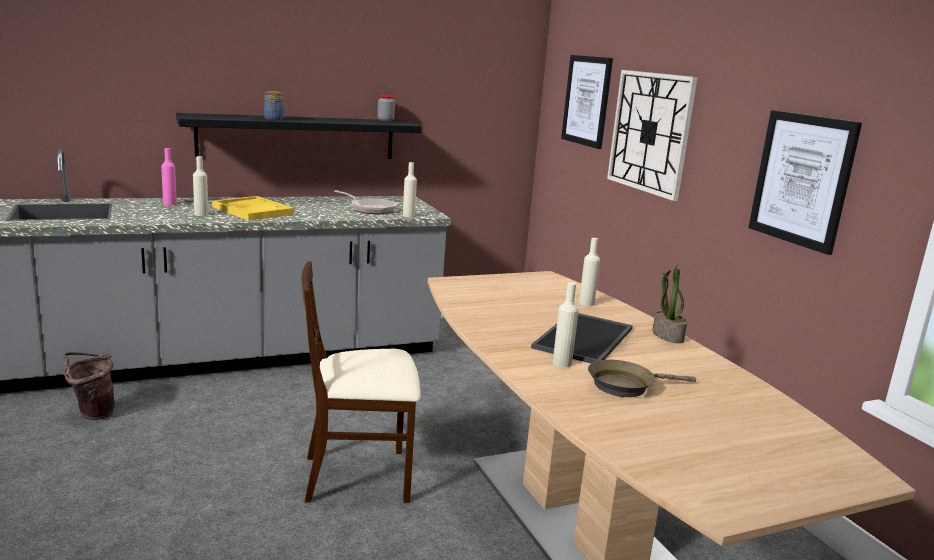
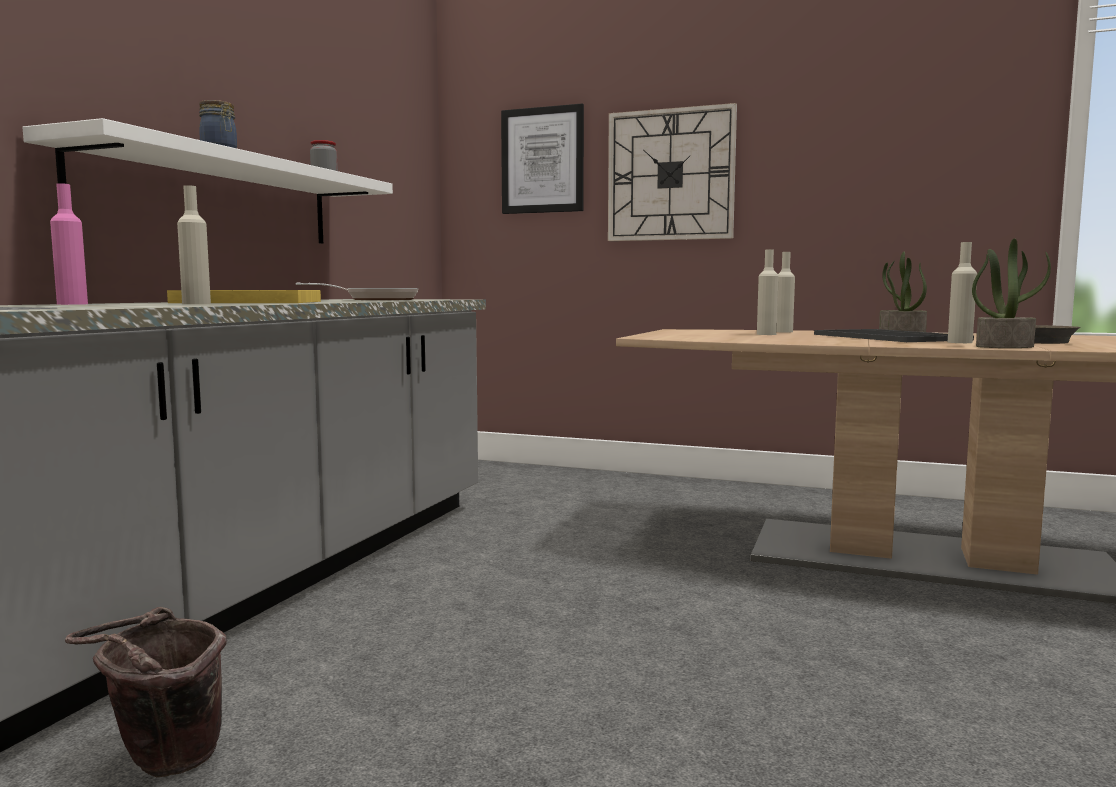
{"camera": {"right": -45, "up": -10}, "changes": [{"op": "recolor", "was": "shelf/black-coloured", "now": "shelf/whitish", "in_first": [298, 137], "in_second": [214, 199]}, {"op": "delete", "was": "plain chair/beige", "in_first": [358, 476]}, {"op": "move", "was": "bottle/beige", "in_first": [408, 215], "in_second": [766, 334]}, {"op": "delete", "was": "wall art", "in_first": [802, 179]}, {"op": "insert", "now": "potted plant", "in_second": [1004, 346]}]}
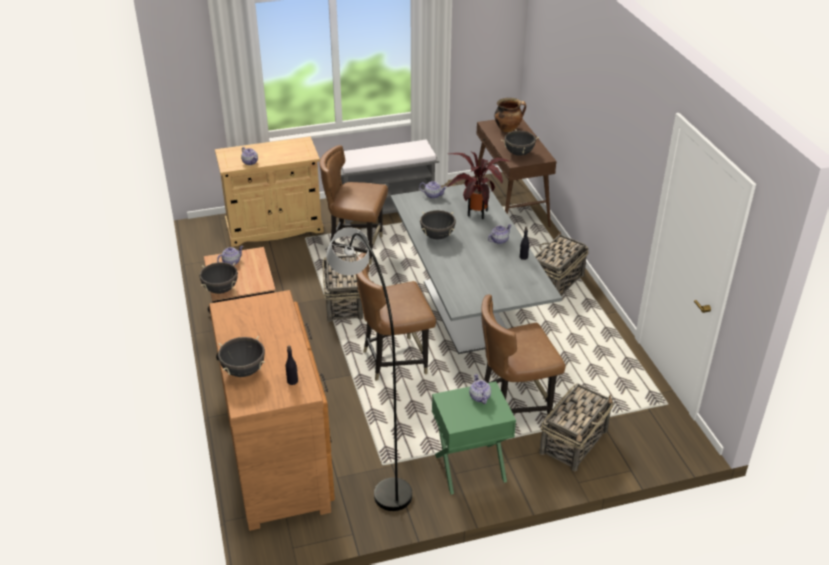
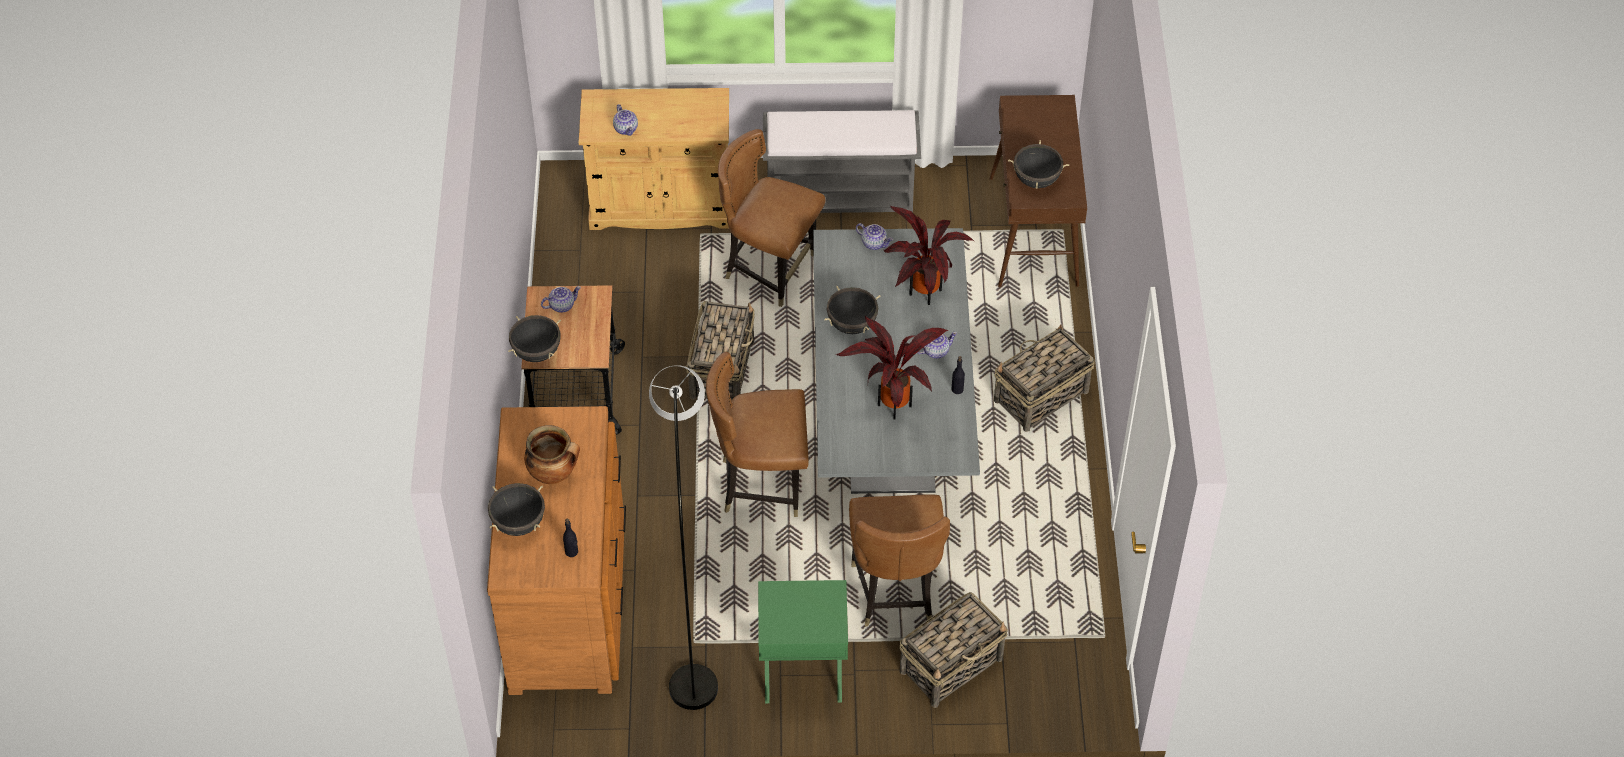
{"camera": {"right": 15, "up": 15}, "changes": [{"op": "delete", "was": "tea pot", "in_first": [479, 397]}, {"op": "rotate", "was": "plain chair/brownish", "in_first": [513, 405], "in_second": [895, 592], "clockwise": -90}, {"op": "move", "was": "cooking pot", "in_first": [508, 129], "in_second": [554, 474]}, {"op": "insert", "now": "potted plant", "in_second": [893, 402]}]}
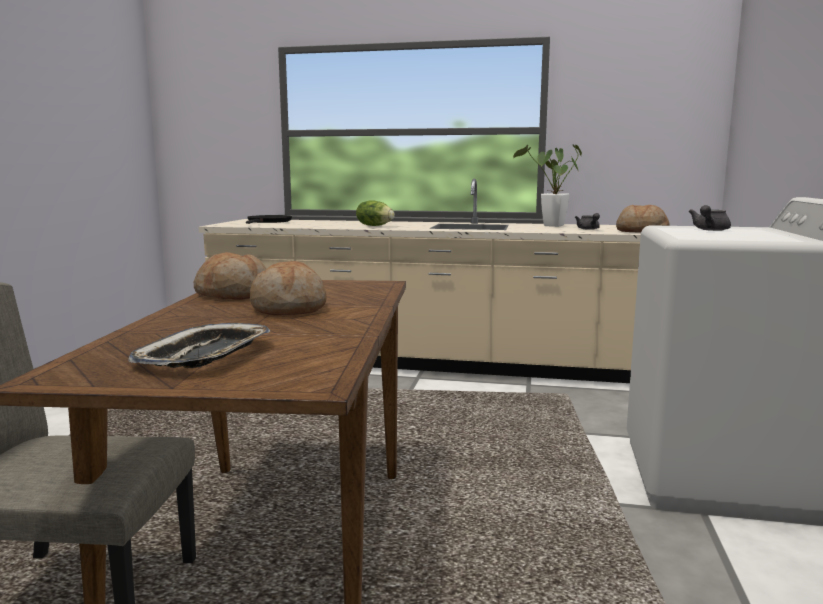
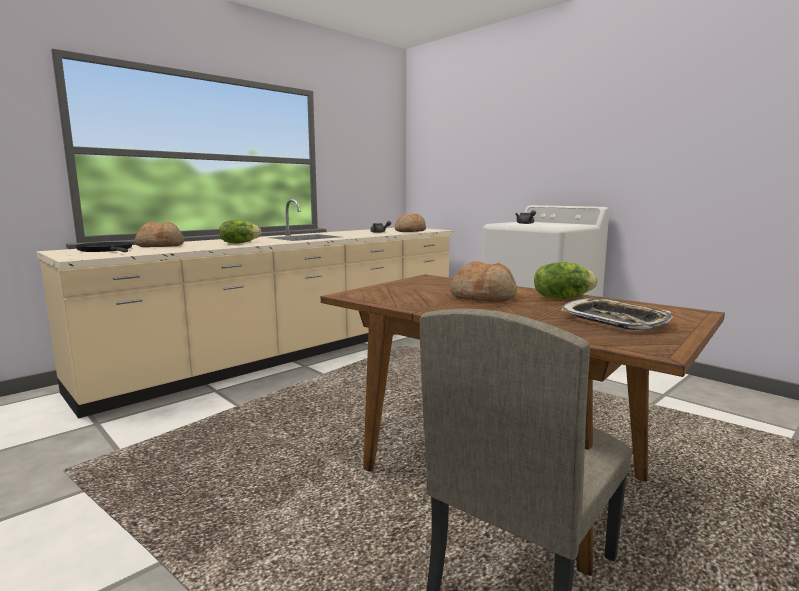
{"camera": {"right": -55, "up": 0}, "changes": [{"op": "move", "was": "bakery bread", "in_first": [234, 294], "in_second": [161, 245]}, {"op": "delete", "was": "potted plant", "in_first": [551, 226]}, {"op": "insert", "now": "lettuce", "in_second": [562, 298]}]}
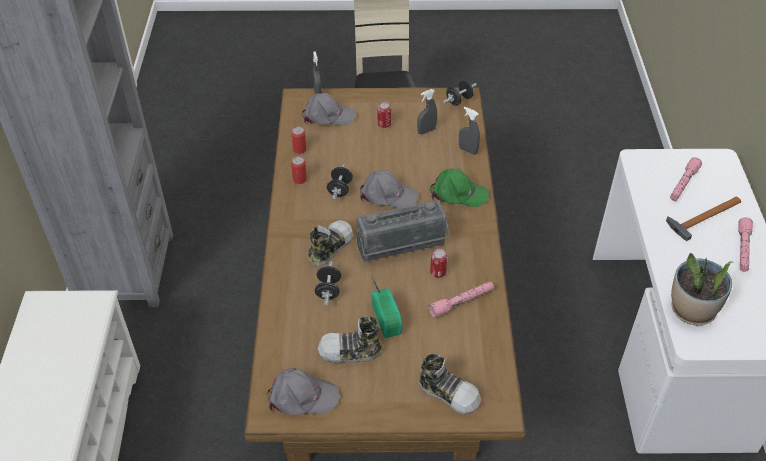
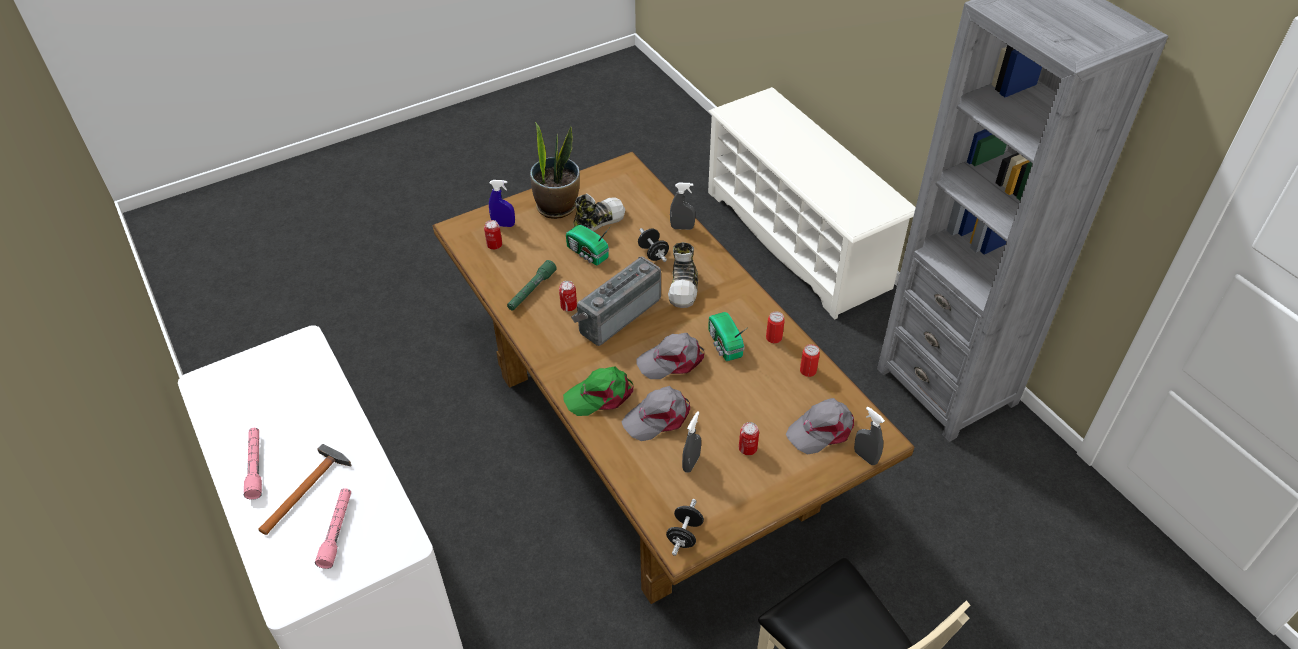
{"camera": {"right": 150, "up": 0}, "changes": [{"op": "move", "was": "peaked cap/grey", "in_first": [301, 397], "in_second": [658, 417]}, {"op": "replace", "was": "free weight/black-coloured", "now": "radio", "in_first": [340, 189], "in_second": [724, 345]}, {"op": "replace", "was": "item of footwear", "now": "sprayer/bluish", "in_first": [449, 392], "in_second": [503, 225]}, {"op": "recolor", "was": "torch/pinkish", "now": "torch/green", "in_first": [462, 302], "in_second": [531, 291]}, {"op": "move", "was": "sprayer/grey", "in_first": [468, 150], "in_second": [682, 227]}, {"op": "move", "was": "potted plant", "in_first": [691, 310], "in_second": [557, 206]}, {"op": "insert", "now": "can", "in_second": [494, 245]}]}
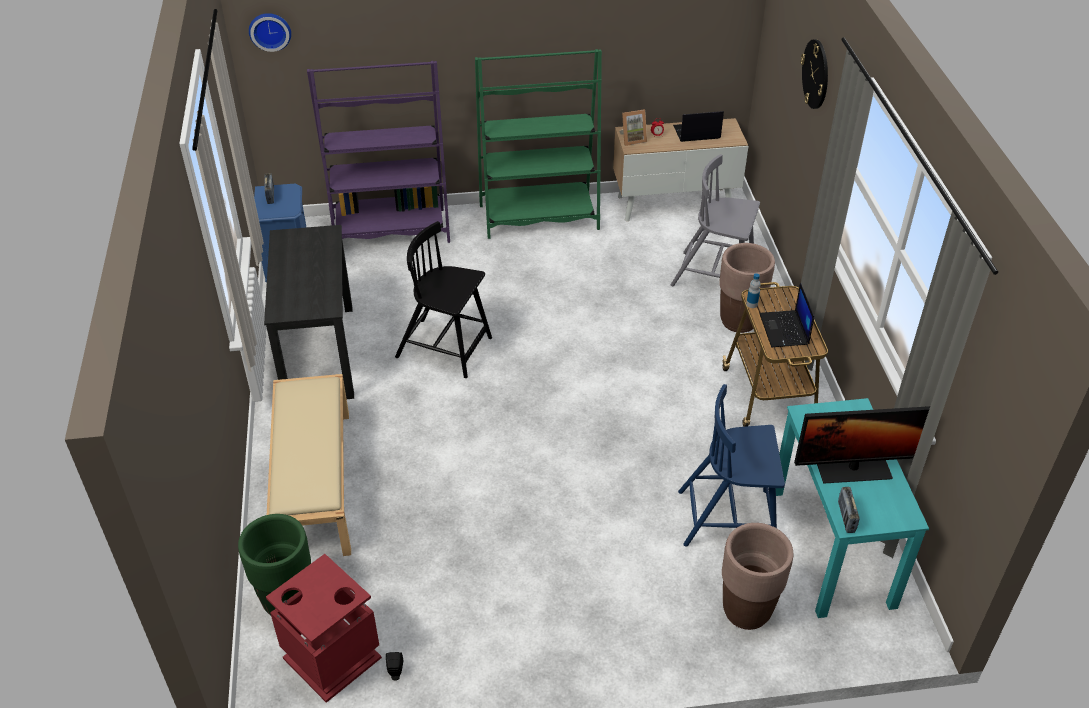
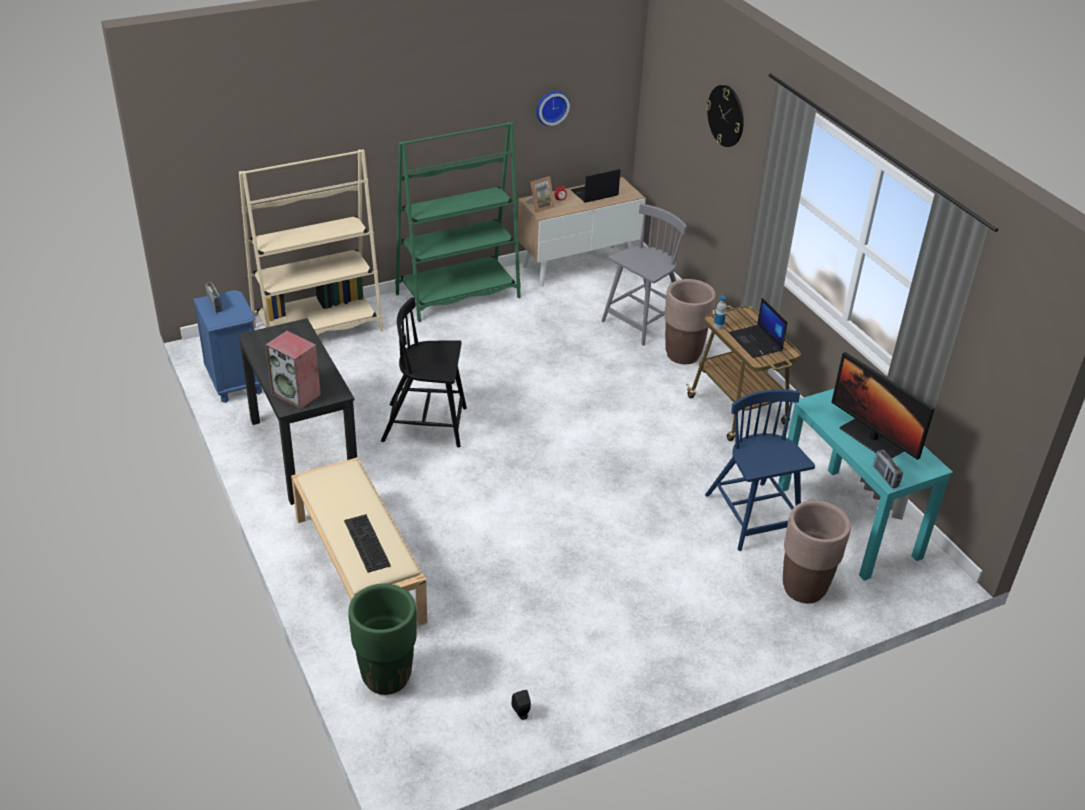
{"camera": {"right": -20, "up": -5}, "changes": [{"op": "move", "was": "wall clock", "in_first": [270, 30], "in_second": [551, 106]}, {"op": "delete", "was": "waste bin/reddish", "in_first": [331, 658]}, {"op": "recolor", "was": "bookcase/purple-coloured", "now": "bookcase/beige", "in_first": [390, 230], "in_second": [318, 329]}, {"op": "rotate", "was": "plain chair/grey", "in_first": [715, 276], "in_second": [643, 321], "clockwise": 135}, {"op": "rotate", "was": "plain chair/bluish", "in_first": [728, 518], "in_second": [752, 517], "clockwise": 90}, {"op": "rotate", "was": "computer screen", "in_first": [853, 469], "in_second": [872, 439], "clockwise": 75}, {"op": "insert", "now": "audio speaker", "in_second": [297, 394]}, {"op": "insert", "now": "computer keyboard", "in_second": [365, 542]}]}
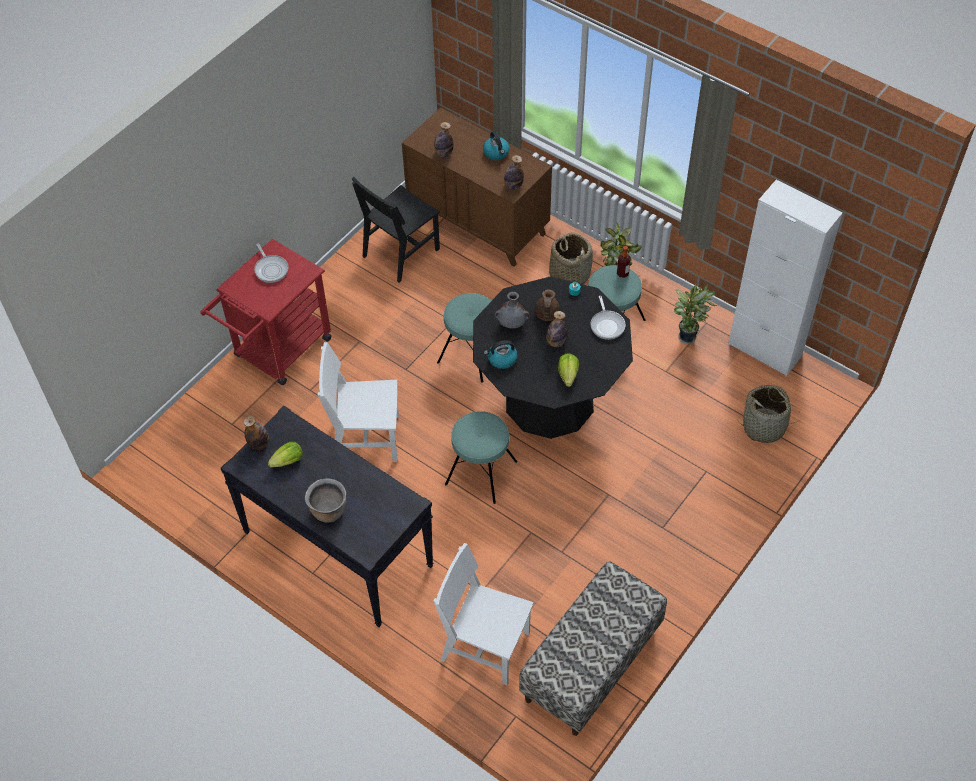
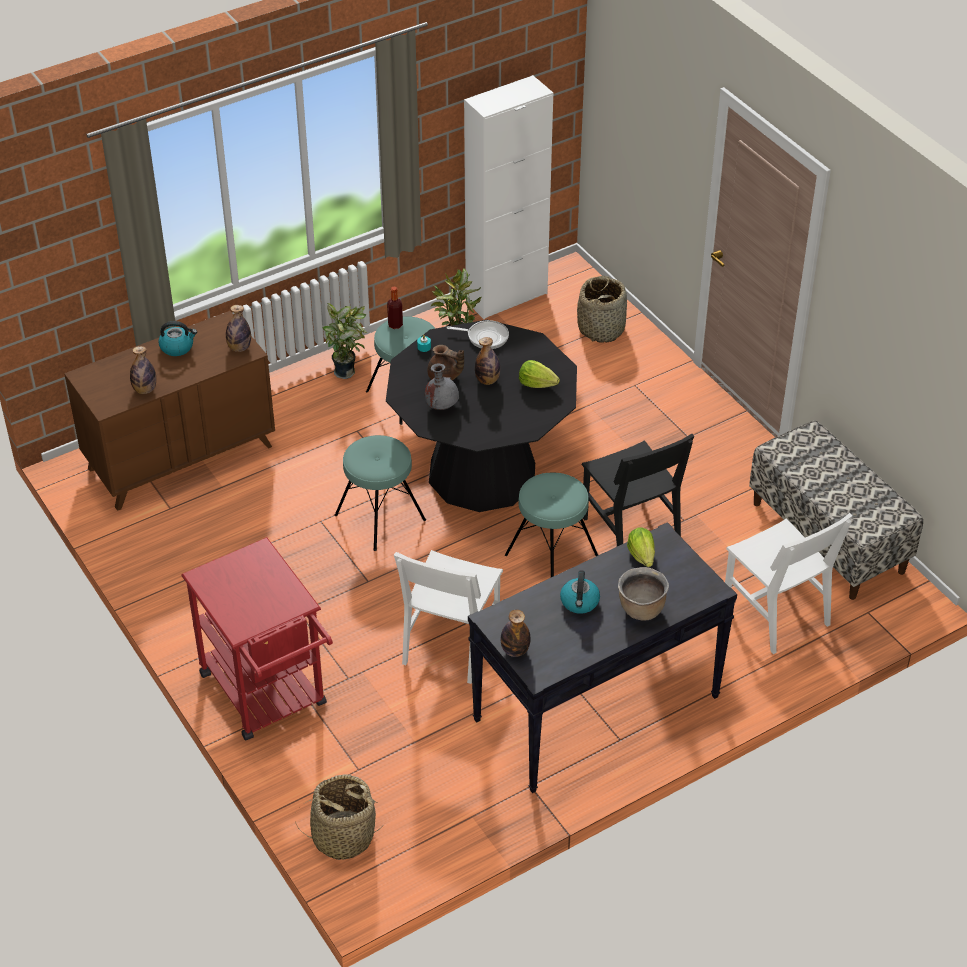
{"camera": {"right": -70, "up": -10}, "changes": [{"op": "delete", "was": "frying pan", "in_first": [271, 269]}, {"op": "move", "was": "lettuce", "in_first": [288, 461], "in_second": [642, 555]}, {"op": "move", "was": "plain chair/black-coloured", "in_first": [401, 252], "in_second": [630, 531]}, {"op": "rotate", "was": "plain chair/whitish", "in_first": [485, 646], "in_second": [775, 613], "clockwise": -75}, {"op": "move", "was": "tea kettle", "in_first": [501, 359], "in_second": [580, 602]}, {"op": "move", "was": "household basket", "in_first": [569, 273], "in_second": [343, 836]}]}
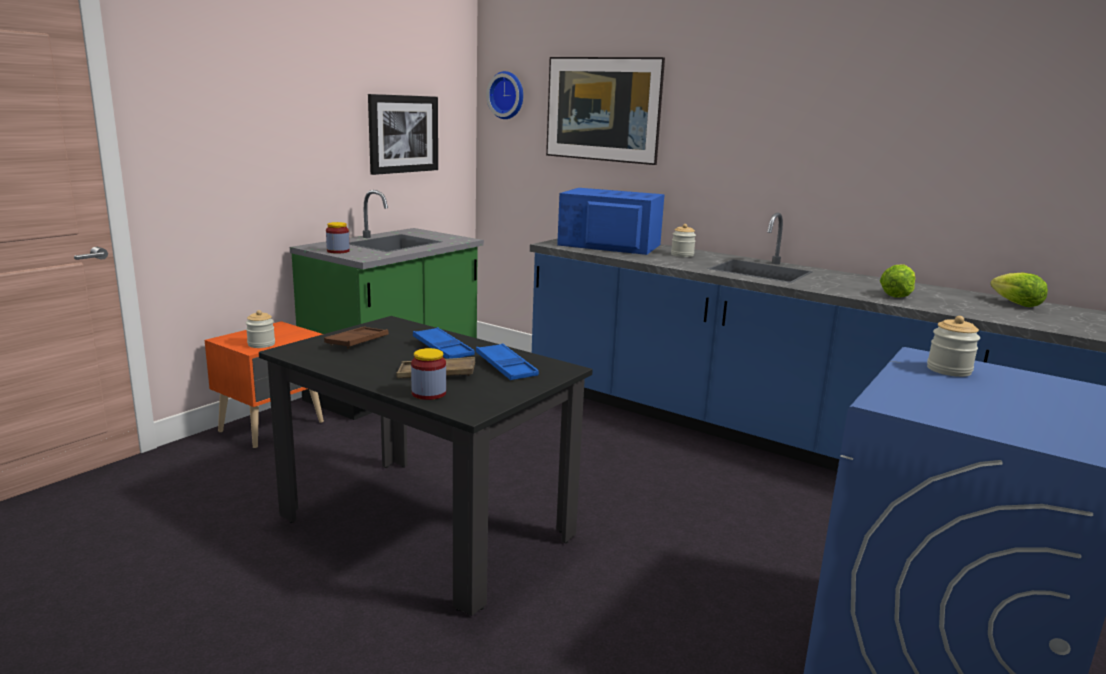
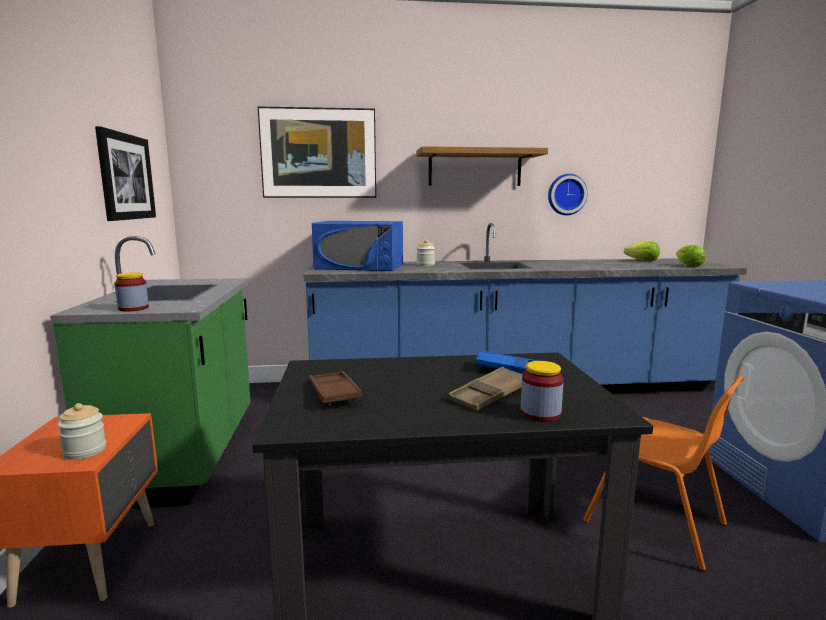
{"camera": {"right": -40, "up": -5}, "changes": [{"op": "delete", "was": "carrying tray/bluish", "in_first": [443, 349]}, {"op": "move", "was": "wall clock", "in_first": [507, 95], "in_second": [566, 194]}, {"op": "rotate", "was": "microwave oven/bluish", "in_first": [609, 245], "in_second": [360, 266], "clockwise": -150}, {"op": "move", "was": "lettuce", "in_first": [896, 295], "in_second": [688, 266]}, {"op": "delete", "was": "preserve jar", "in_first": [949, 370]}, {"op": "insert", "now": "shelf", "in_second": [475, 168]}, {"op": "insert", "now": "plain chair/orange-coloured", "in_second": [657, 524]}]}
